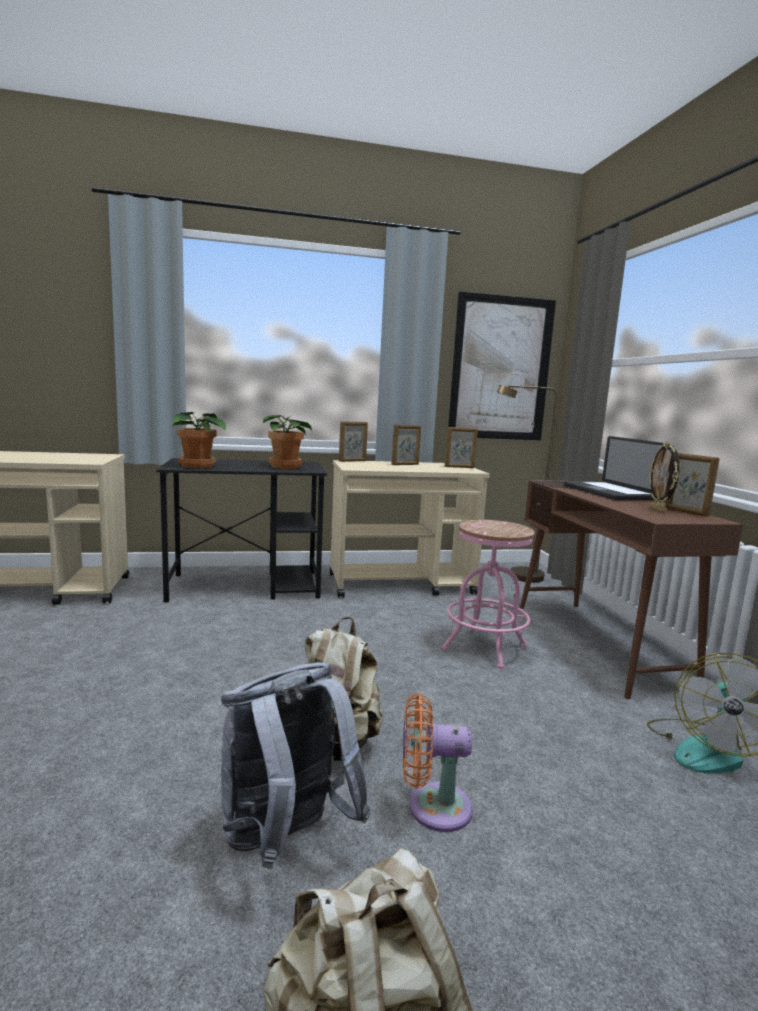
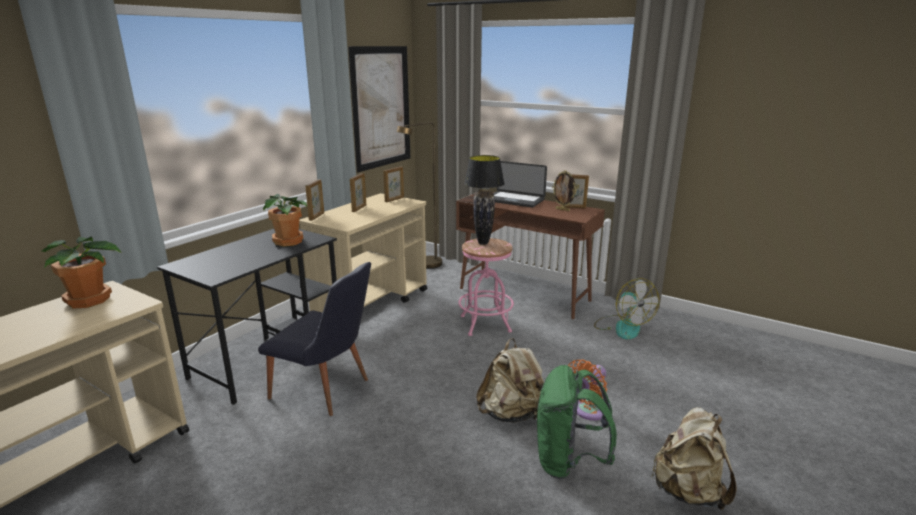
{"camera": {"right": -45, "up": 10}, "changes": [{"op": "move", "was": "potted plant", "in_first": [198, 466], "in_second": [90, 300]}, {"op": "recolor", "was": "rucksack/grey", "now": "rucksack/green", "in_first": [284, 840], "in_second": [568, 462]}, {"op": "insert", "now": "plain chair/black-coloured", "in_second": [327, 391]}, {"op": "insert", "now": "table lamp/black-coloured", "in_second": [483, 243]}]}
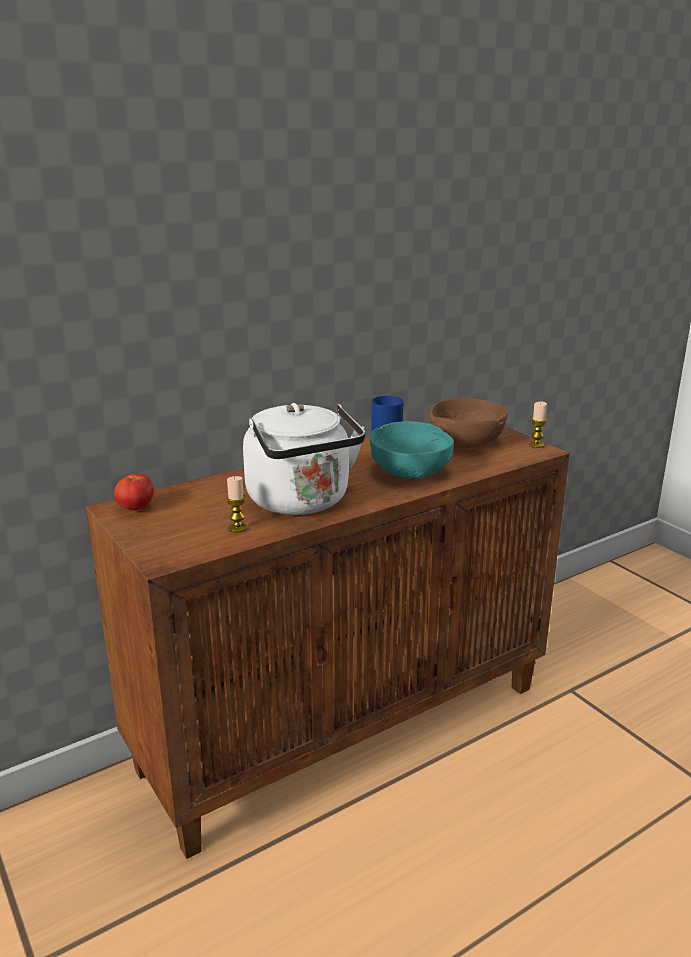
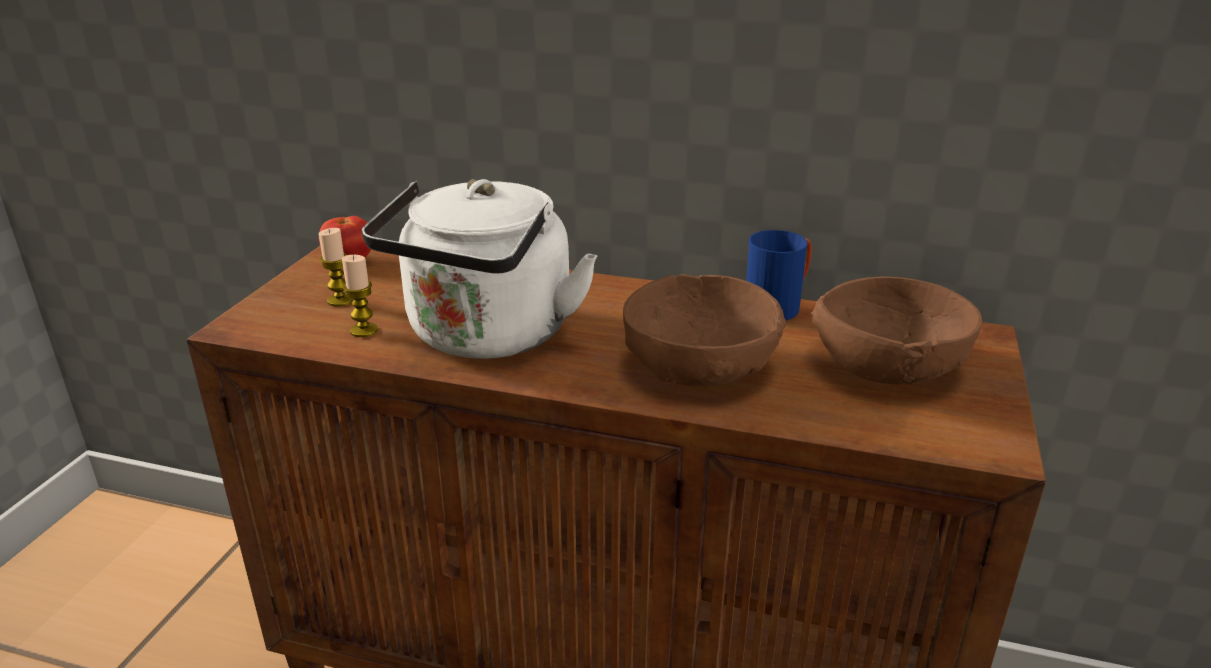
{"camera": {"right": 50, "up": 5}, "changes": [{"op": "recolor", "was": "serving bowl/turquoise-coloured", "now": "serving bowl/brownish", "in_first": [411, 471], "in_second": [699, 368]}, {"op": "move", "was": "wax candle", "in_first": [536, 445], "in_second": [340, 300]}]}
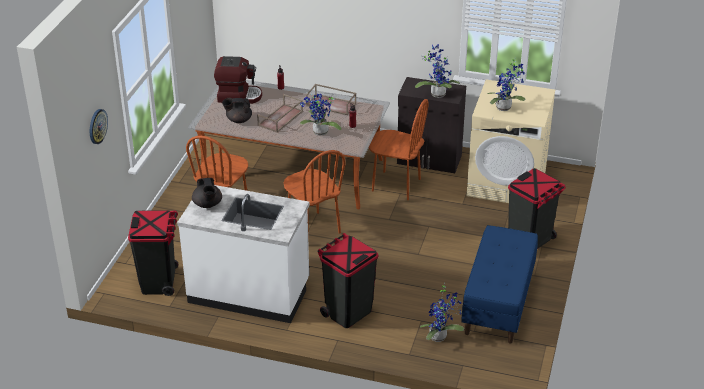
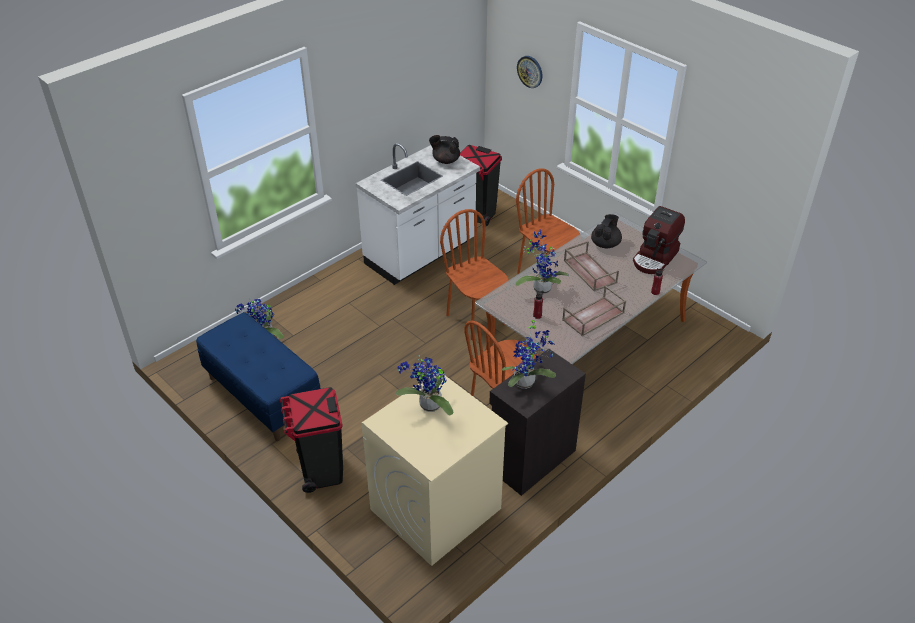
{"camera": {"right": 120, "up": 5}, "changes": [{"op": "rotate", "was": "plain chair/brownish", "in_first": [313, 229], "in_second": [476, 319], "clockwise": 60}, {"op": "delete", "was": "waste bin/black-coloured", "in_first": [348, 312]}]}
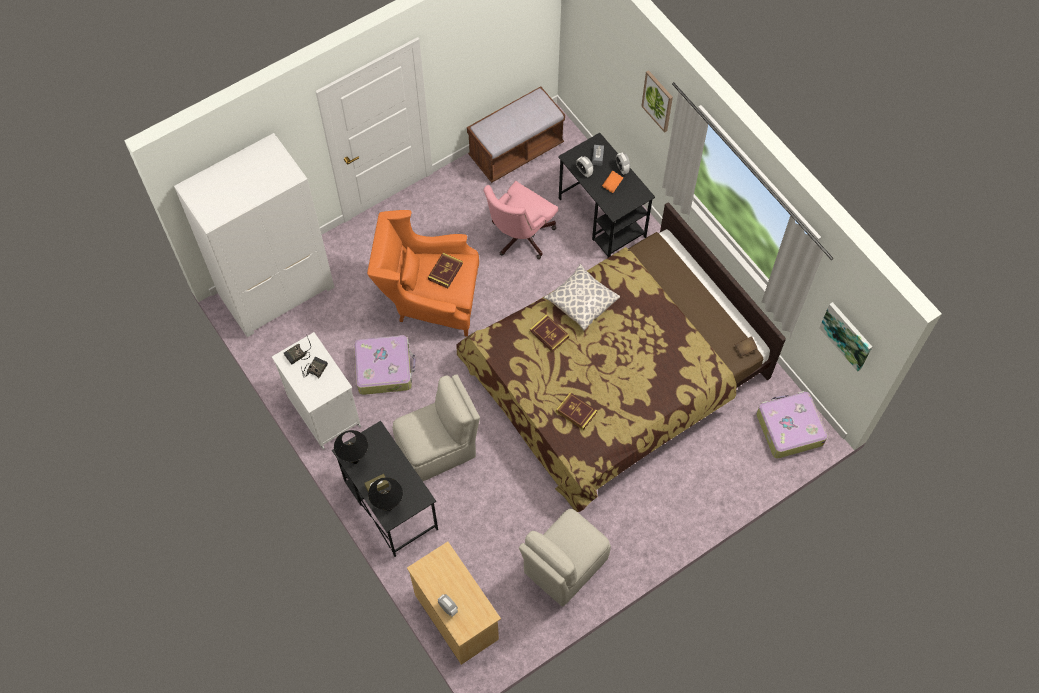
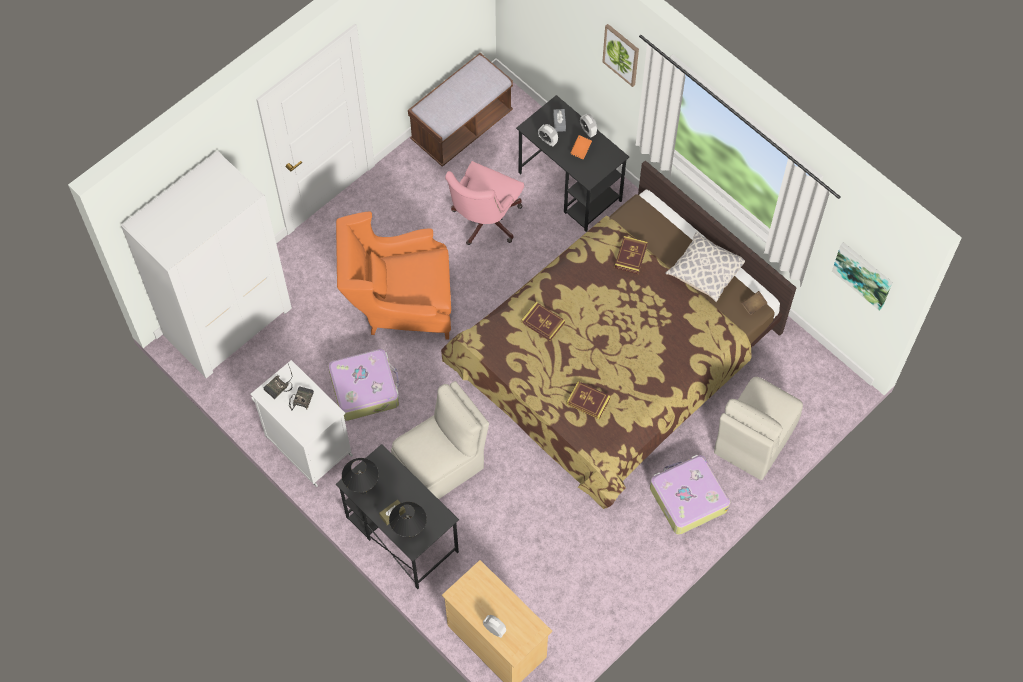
{"camera": {"right": -10, "up": 0}, "changes": [{"op": "move", "was": "book", "in_first": [445, 271], "in_second": [631, 256]}, {"op": "move", "was": "plain chair/beige", "in_first": [564, 567], "in_second": [753, 441]}, {"op": "move", "was": "throw pillow", "in_first": [581, 302], "in_second": [704, 272]}, {"op": "move", "was": "piece of luggage", "in_first": [788, 428], "in_second": [687, 498]}]}
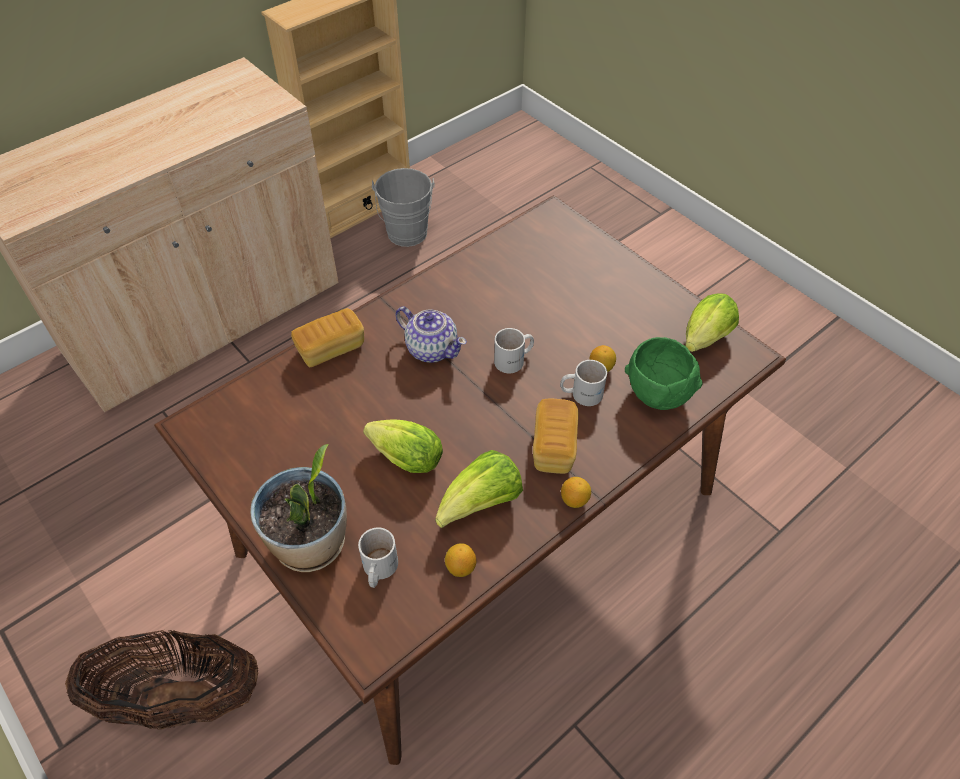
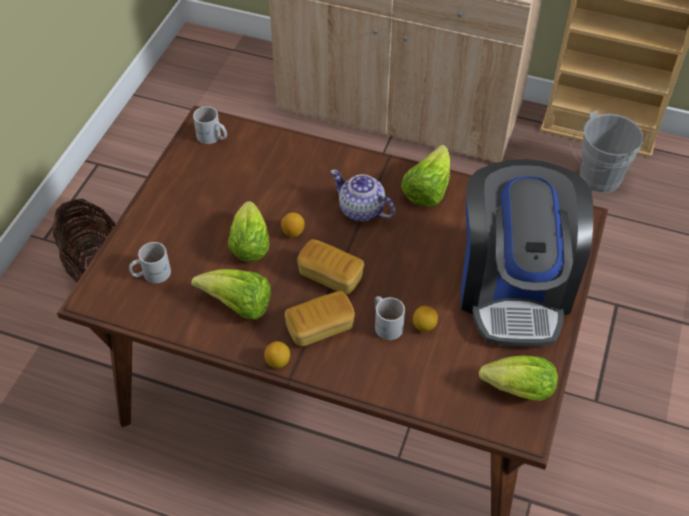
{"camera": {"right": 60, "up": 0}, "changes": [{"op": "delete", "was": "potted plant", "in_first": [311, 544]}, {"op": "move", "was": "bakery bread", "in_first": [331, 348], "in_second": [330, 276]}, {"op": "rotate", "was": "tea pot", "in_first": [431, 348], "in_second": [362, 210], "clockwise": 120}, {"op": "move", "was": "lemon", "in_first": [460, 567], "in_second": [293, 232]}, {"op": "move", "was": "tea mug/whitish", "in_first": [514, 360], "in_second": [212, 138]}, {"op": "delete", "was": "serving bowl/green", "in_first": [657, 393]}, {"op": "insert", "now": "lettuce", "in_second": [427, 190]}, {"op": "insert", "now": "coffee machine", "in_second": [514, 288]}]}
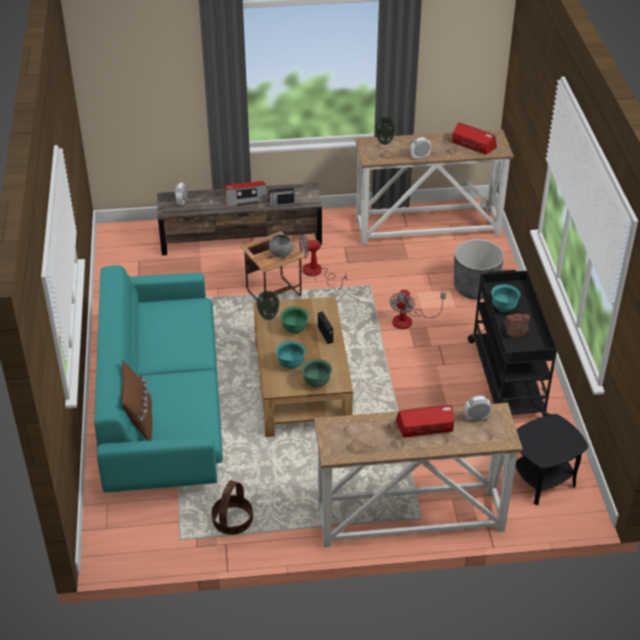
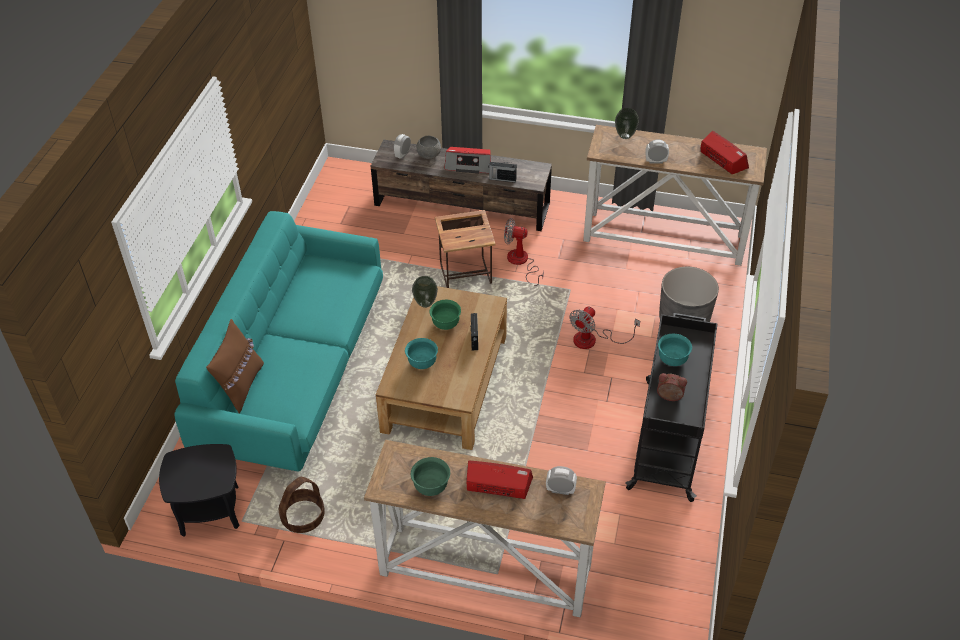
{"camera": {"right": 20, "up": 5}, "changes": [{"op": "move", "was": "serving bowl/grey", "in_first": [281, 253], "in_second": [429, 155]}, {"op": "move", "was": "serving bowl/green", "in_first": [316, 382], "in_second": [431, 487]}, {"op": "move", "was": "accent table/black-coloured", "in_first": [541, 480], "in_second": [209, 510]}]}
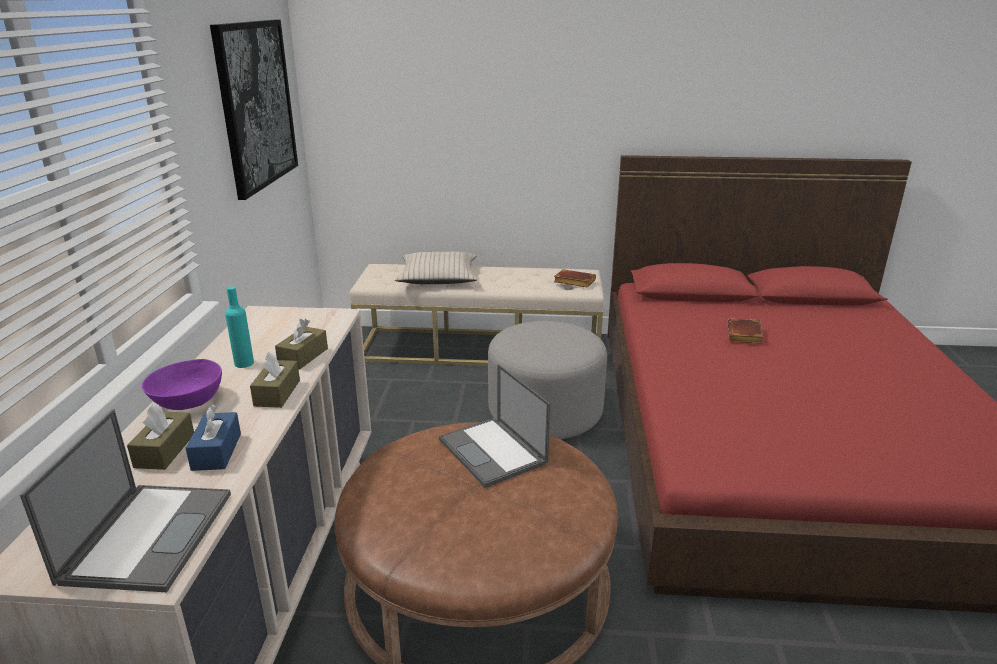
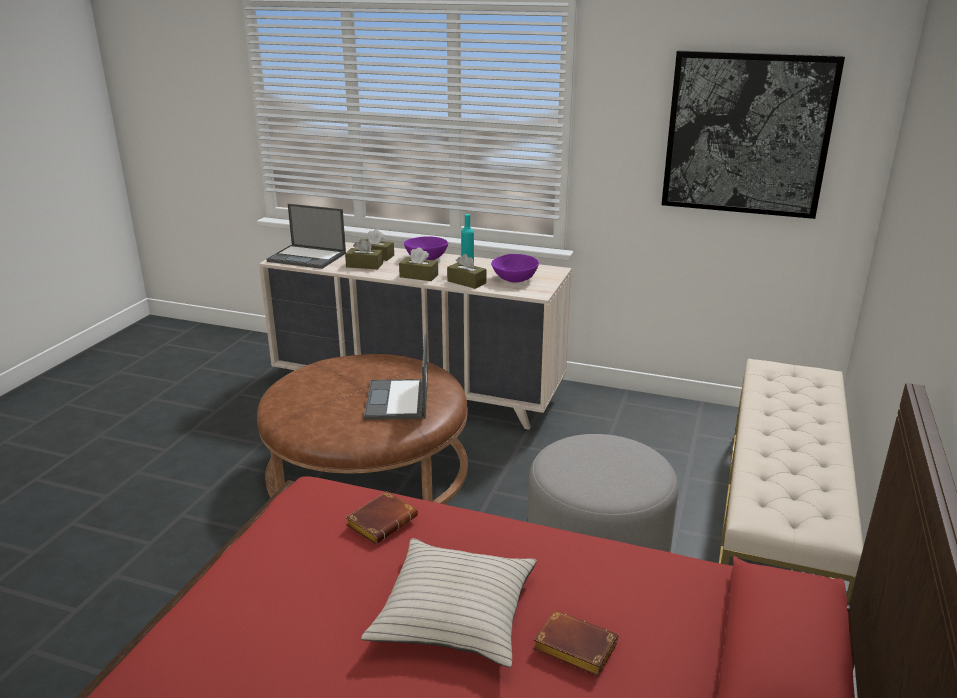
{"camera": {"right": 105, "up": 0}, "changes": [{"op": "recolor", "was": "tissue holder/bluish", "now": "tissue holder/brownish", "in_first": [216, 451], "in_second": [364, 265]}, {"op": "move", "was": "throw pillow/beige", "in_first": [438, 278], "in_second": [455, 613]}, {"op": "rotate", "was": "portable computer", "in_first": [493, 452], "in_second": [397, 400], "clockwise": -75}, {"op": "move", "was": "book/brownish", "in_first": [573, 282], "in_second": [382, 521]}, {"op": "insert", "now": "serving bowl/purple-coloured", "in_second": [514, 279]}]}
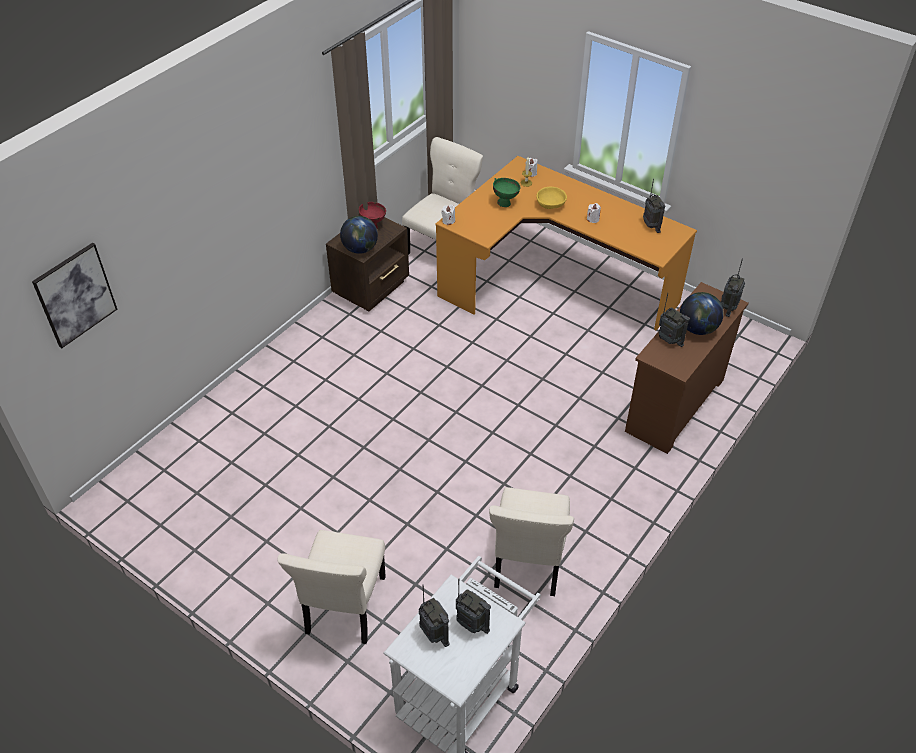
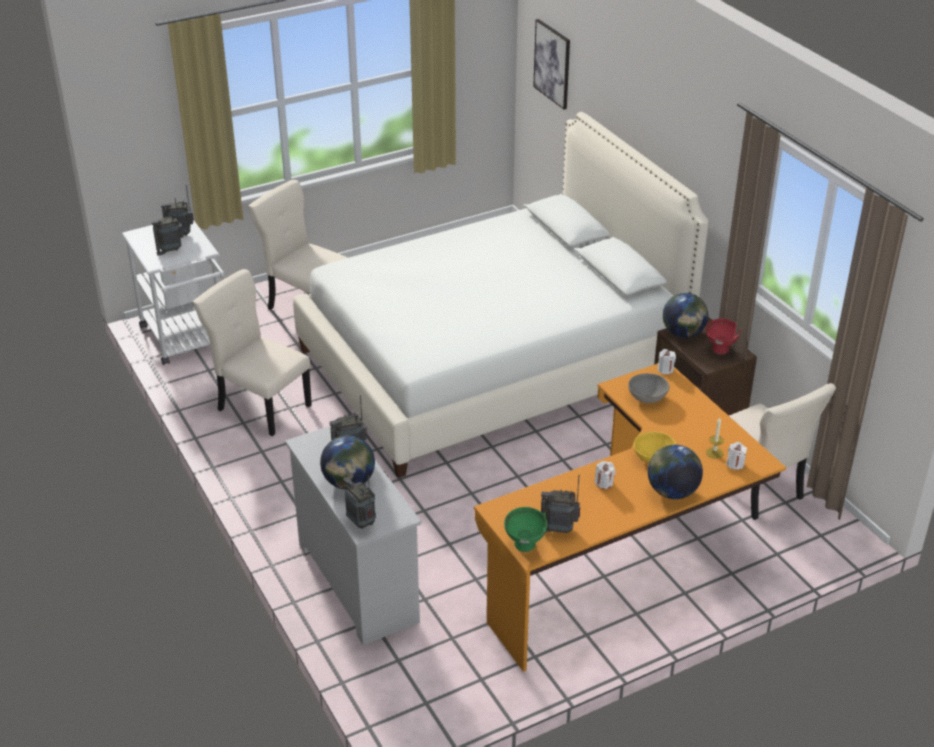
{"camera": {"right": 115, "up": -10}, "changes": [{"op": "move", "was": "serving bowl/green", "in_first": [505, 203], "in_second": [525, 547]}, {"op": "recolor", "was": "dresser/brownish", "now": "dresser/whitish", "in_first": [674, 405], "in_second": [357, 581]}, {"op": "insert", "now": "bedroom bed/whitish", "in_second": [492, 363]}, {"op": "insert", "now": "serving bowl/grey", "in_second": [647, 397]}, {"op": "insert", "now": "globe", "in_second": [672, 492]}]}
